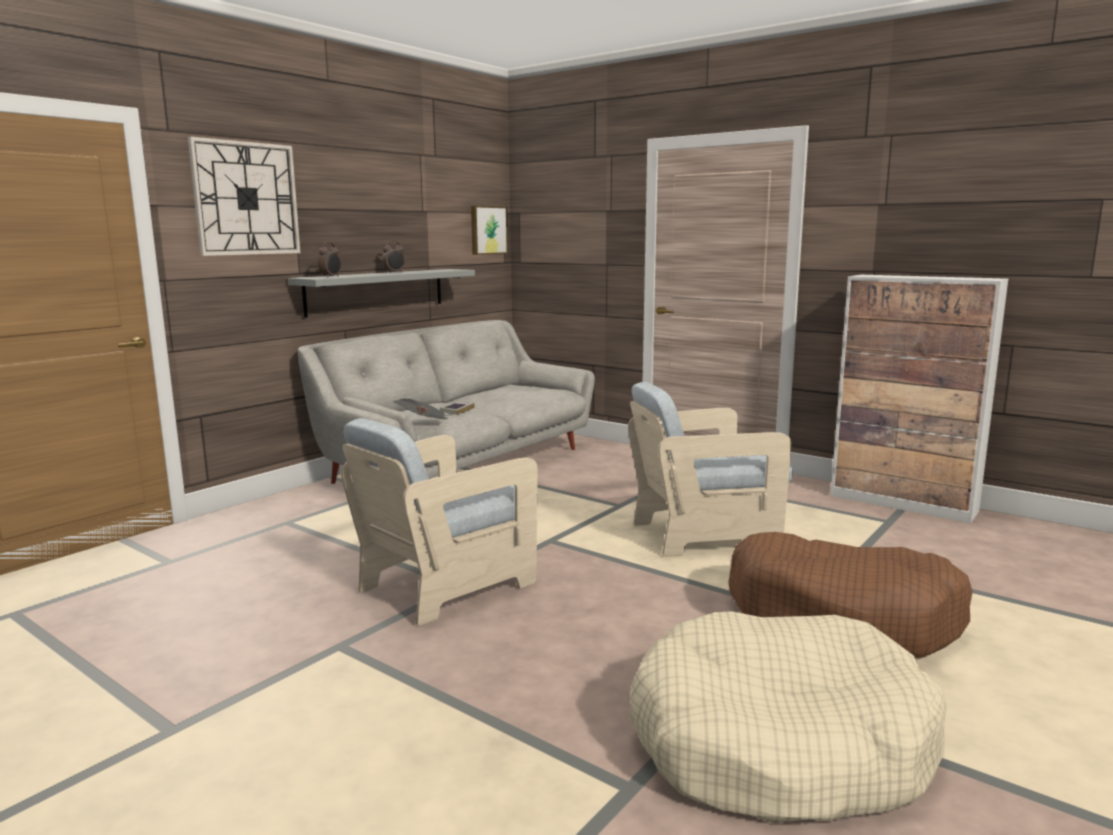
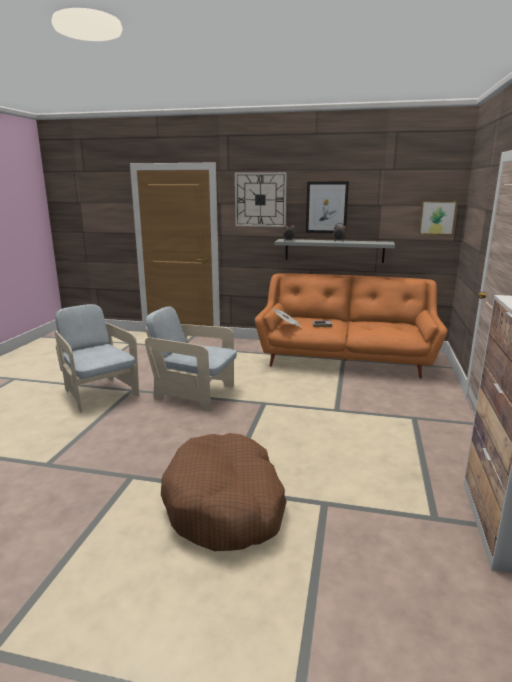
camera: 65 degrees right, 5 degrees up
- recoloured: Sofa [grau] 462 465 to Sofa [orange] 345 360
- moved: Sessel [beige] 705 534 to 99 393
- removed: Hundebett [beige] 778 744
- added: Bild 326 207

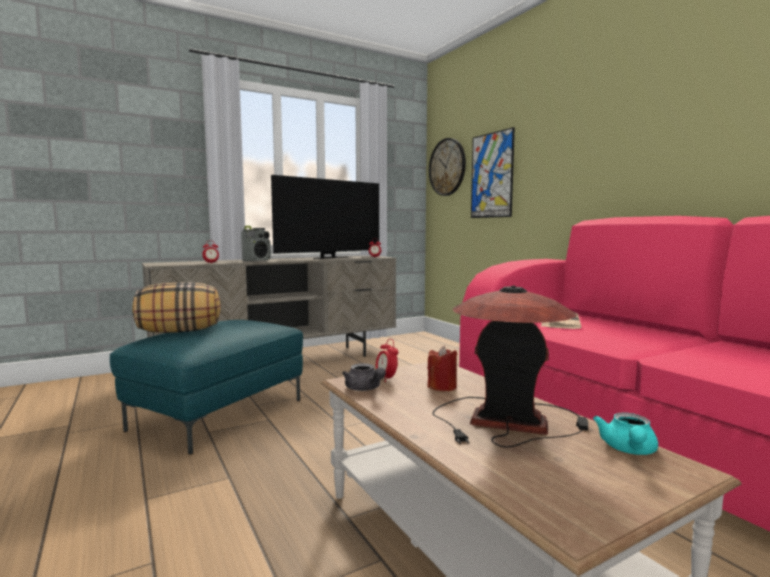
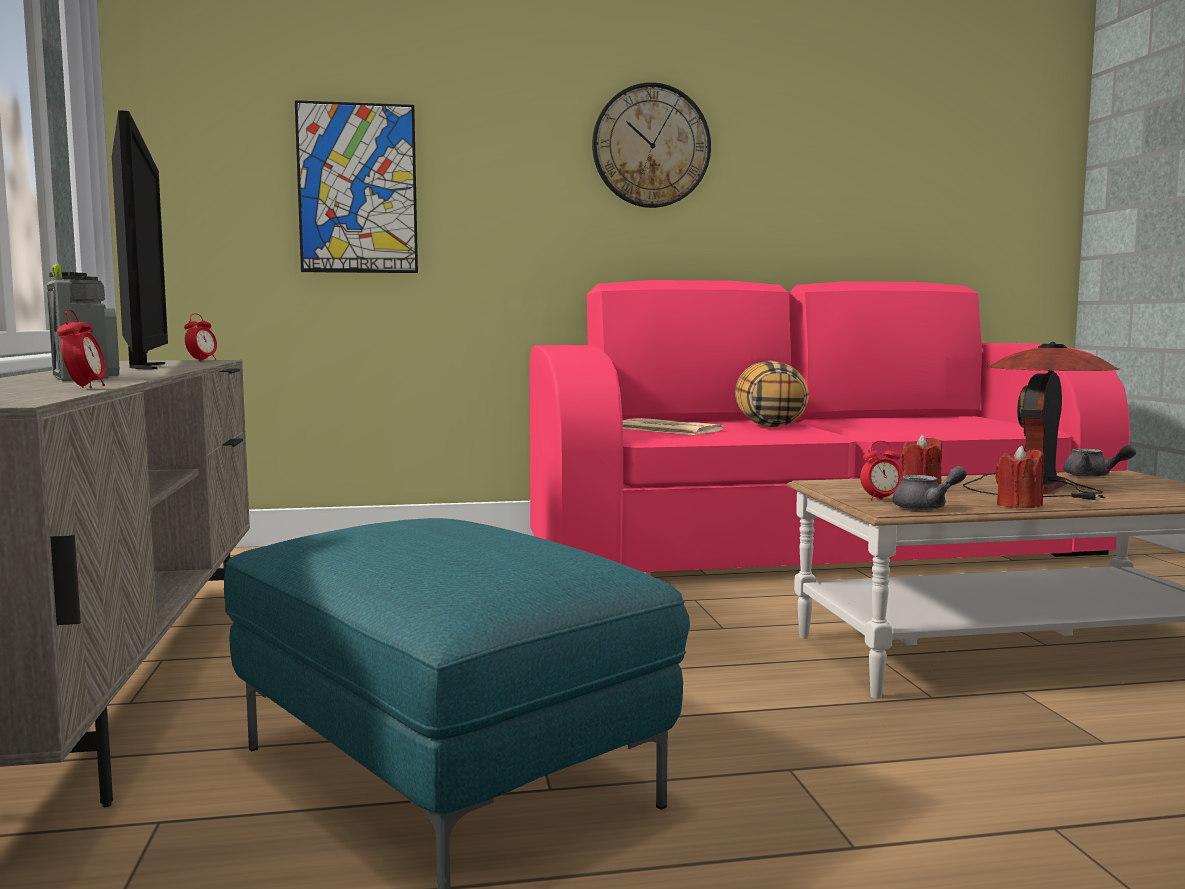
camera: 70 degrees left, 0 degrees up
- moved: Wanduhr 447 167 to 651 146
- moved: Kissen 179 331 to 769 425
- recoloured: Teekanne [türkis] 628 450 to Teekanne [grau] 1093 476
- added: Kerze [rot] 1018 505

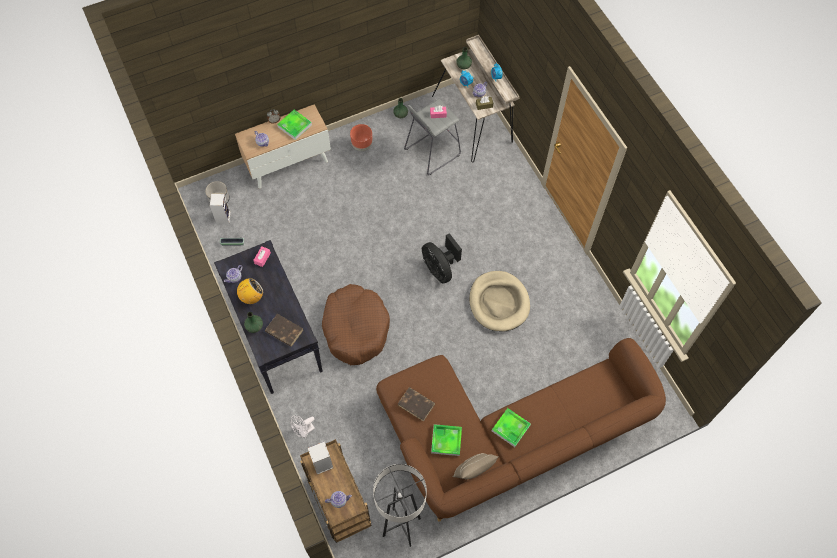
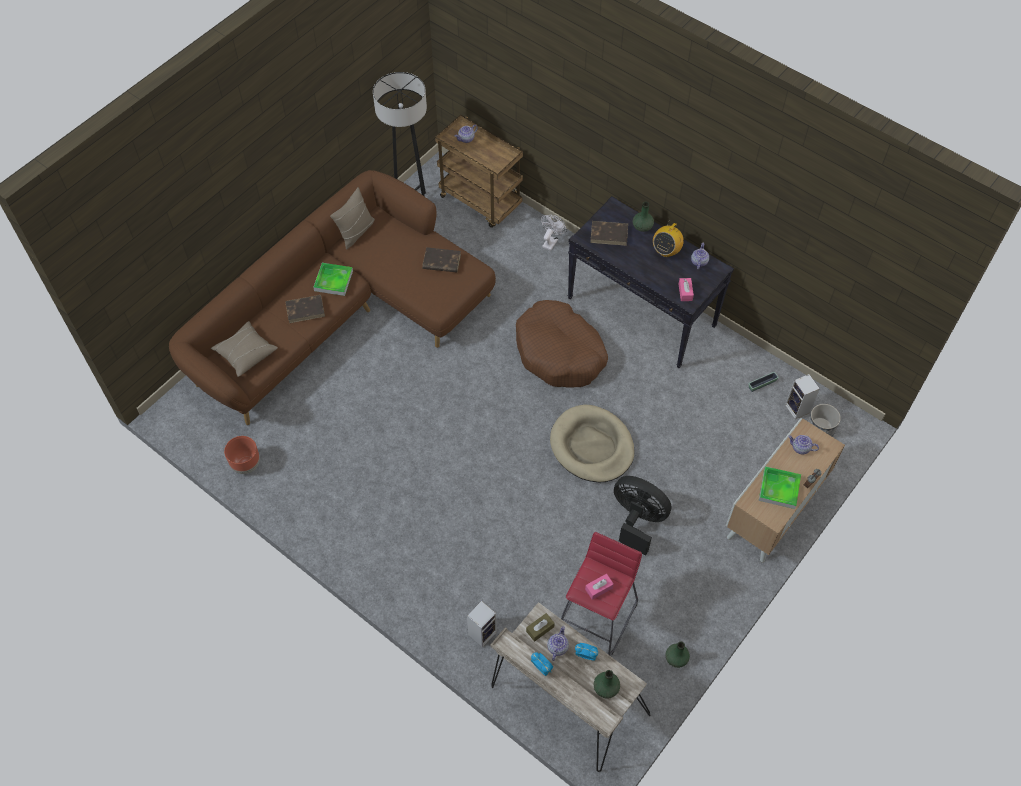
camera: 155 degrees right, 5 degrees down
- recoloured: Hocker [grau] 431 152 to Hocker [rot] 597 615
- moved: Pflanzkübel [braun] 362 146 to 246 464
- moved: Ventilator [schwarz] 440 269 to 637 520
- moved: Hundebett [beige] 499 302 to 592 446
- removed: Tablett 446 440
- moved: Lautsprecher 321 464 to 482 632
- added: Buch [braun] 305 309
- added: Kissen [beige] 245 353

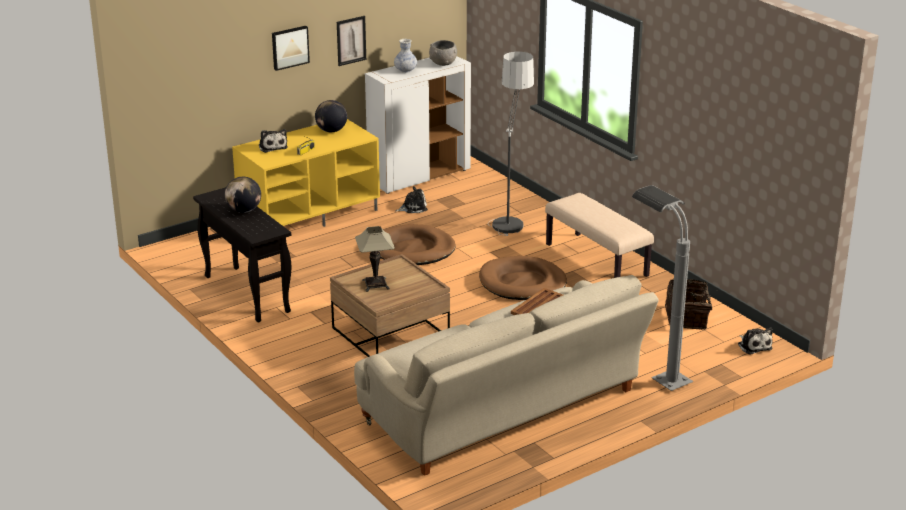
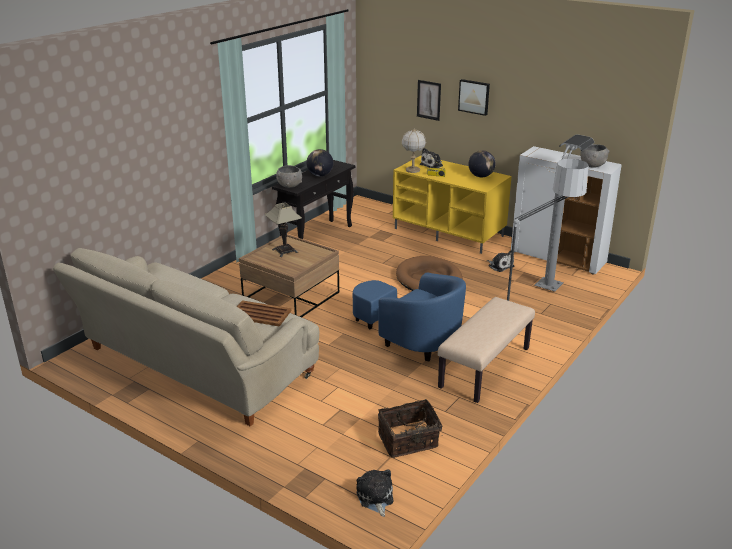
camera: 70 degrees right, 0 degrees up
- moved: Bild 351 40 to 429 100
- removed: Vase 405 70
- moved: Stehlampe [grau] 657 373 to 554 280
- replaced: Hundebett [braun] 522 283 to Sessel [blau] 411 337
- turned: Plüschtier 753 346 = 375 498 120 degrees clockwise
- added: Tischlampe 413 170
- added: Schüssel [grau] 289 186

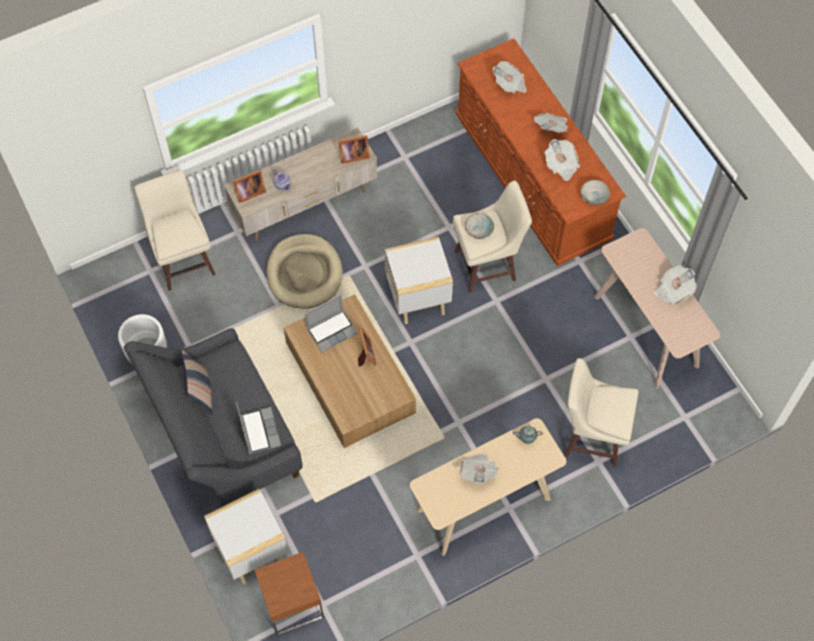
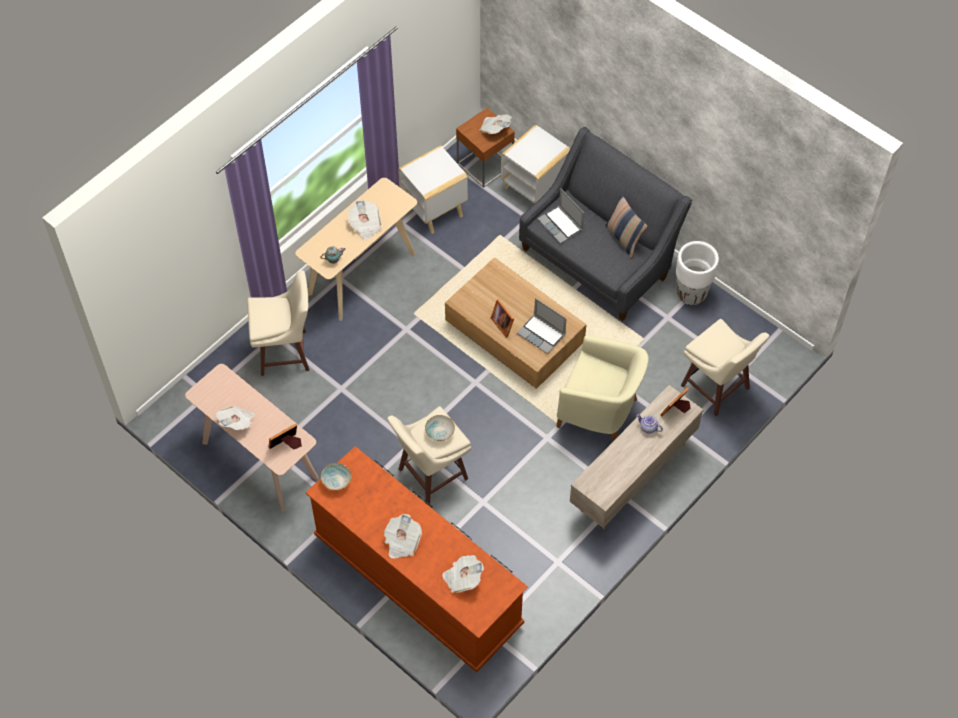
camera: 160 degrees right, 5 degrees down
- moved: Bilderrahmen 352 155 to 286 444
- moved: Zeitung 561 165 to 495 129
- replaced: Hundebett [beige] 304 273 to Sessel [beige] 599 412
- moved: Beistelltisch [weiß] 417 296 to 434 210
- turned: Laptop 332 330 = 542 334 90 degrees counterclockwise

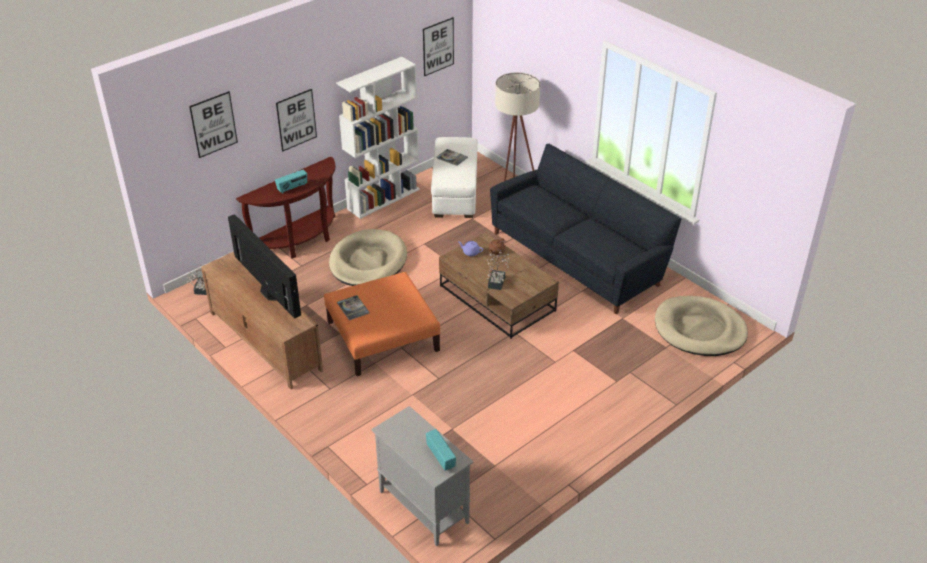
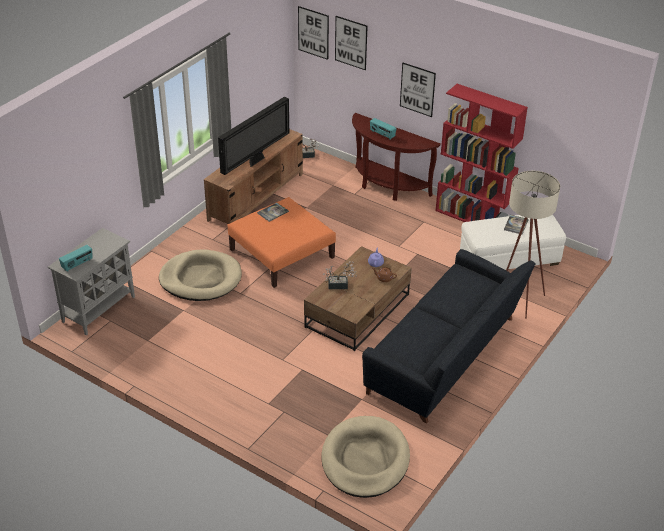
camera: 75 degrees right, 0 degrees up
- moved: Bild 438 46 to 313 32
- recoloured: Bücherregal [weiß] 384 199 to Bücherregal [rot] 473 218
- moved: Hundebett [beige] 368 262 to 200 279

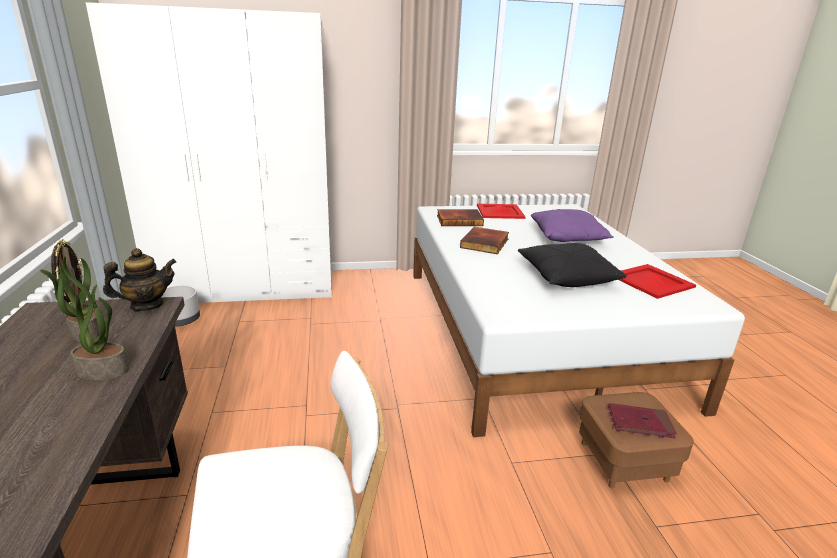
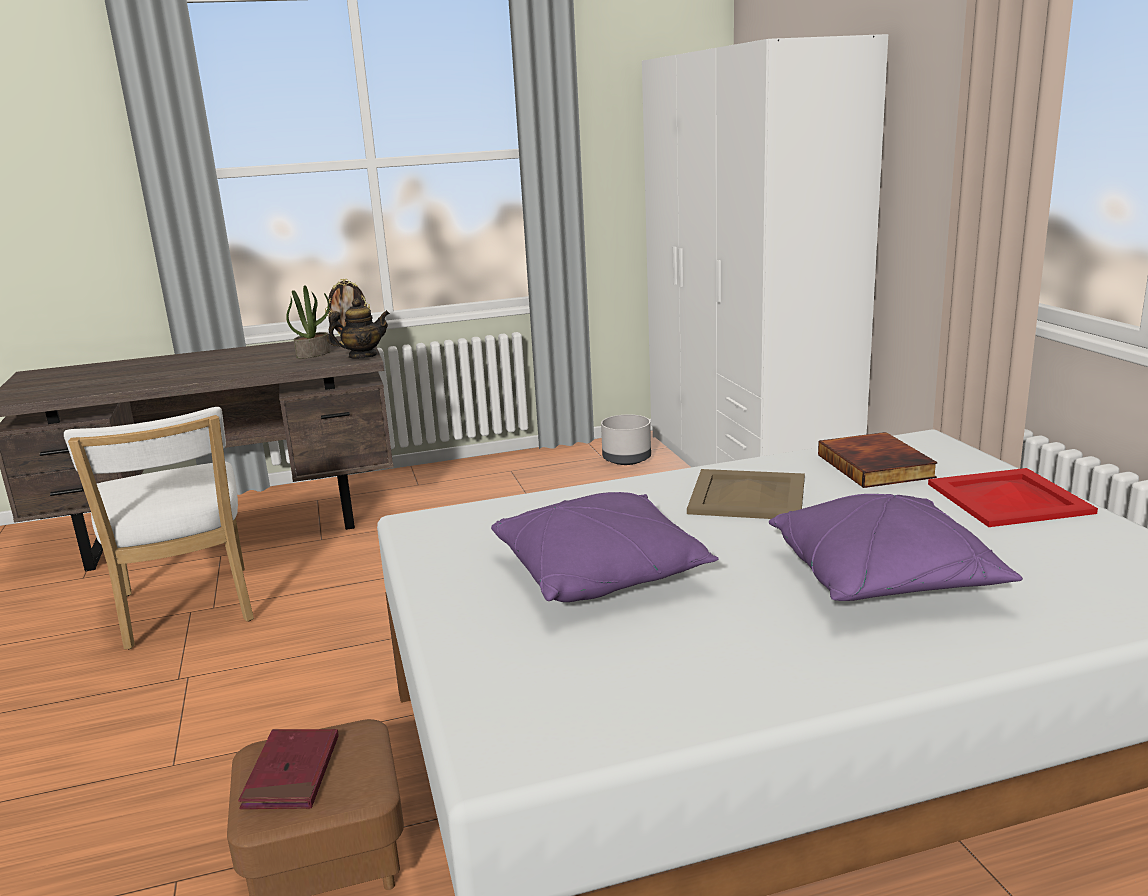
camera: 85 degrees right, 5 degrees down
- replaced: Buch 485 243 to Tablett [beige] 746 496
- recoloured: Kissen [schwarz] 566 277 to Kissen [lila] 601 573
- turned: Teekanne 147 305 = 362 356 75 degrees counterclockwise
- removed: Tablett [rot] 652 281
- removed: Topfpflanze 104 370

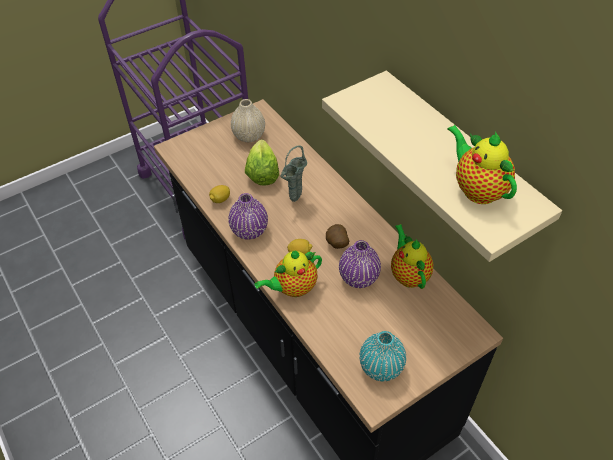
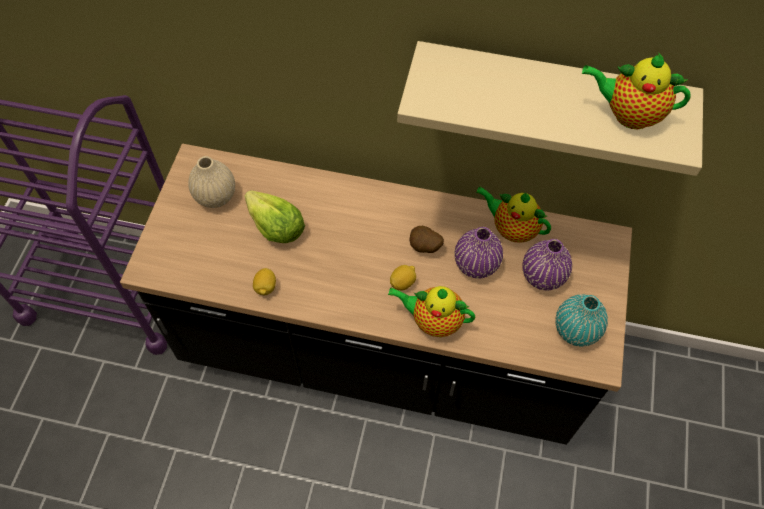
camera: 45 degrees left, 10 degrees up
- removed: Vase [grün] 294 200
- moved: Vase [lila] 249 230 to 542 276
- turned: Teekanne 293 288 = 433 321 90 degrees clockwise

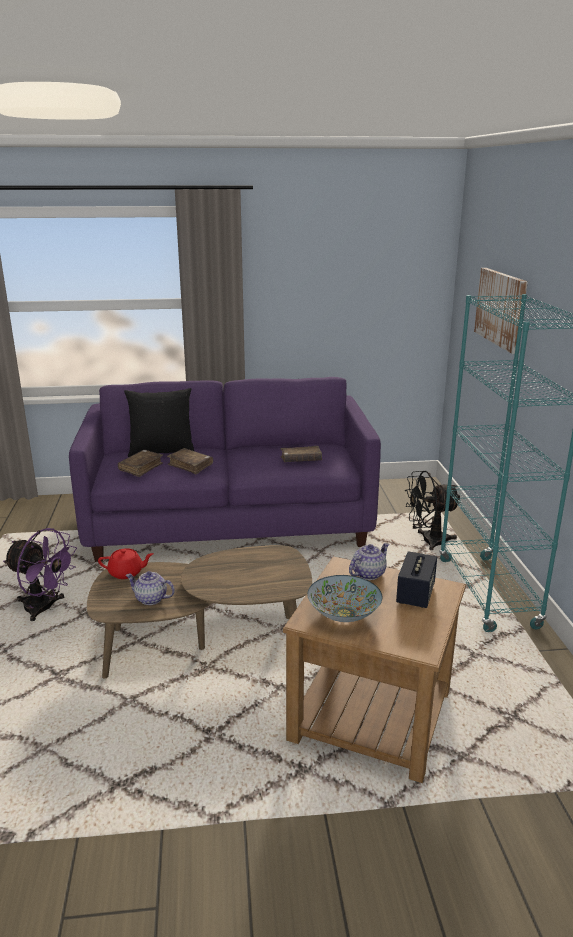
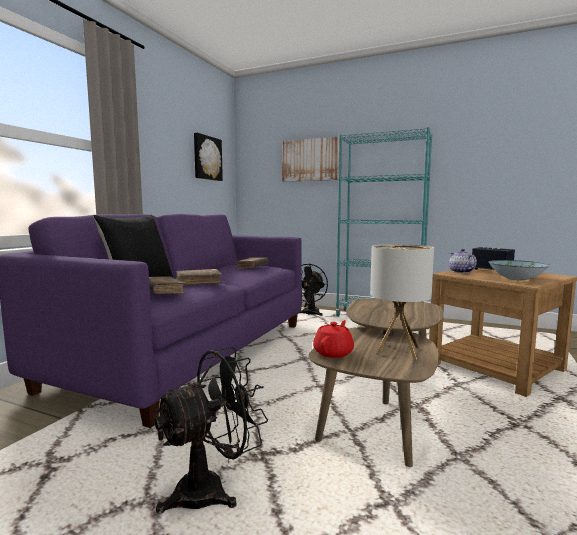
camera: 60 degrees left, 15 degrees down
- recoloured: Ventilator [lila] 45 608 to Ventilator [schwarz] 212 489
- replaced: Teekanne 150 599 to Tischlampe 398 350
- added: Bild 207 158

